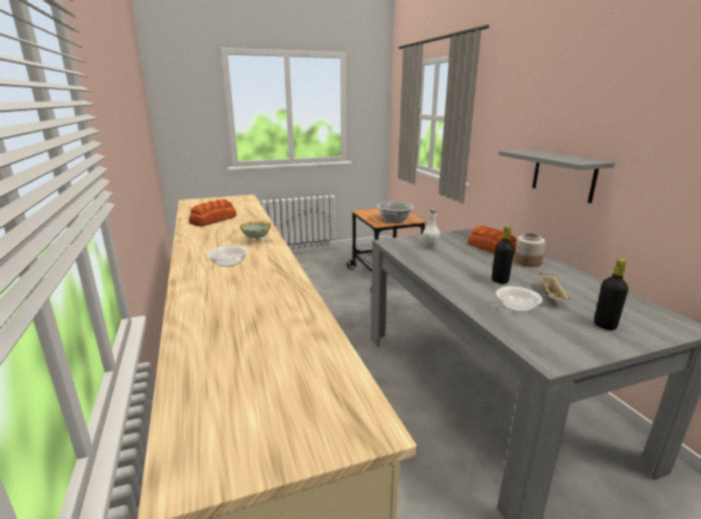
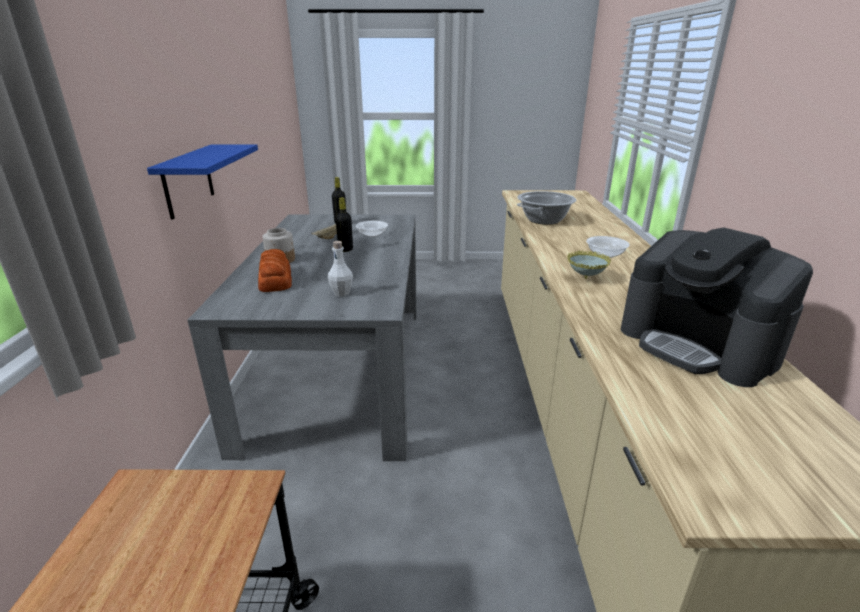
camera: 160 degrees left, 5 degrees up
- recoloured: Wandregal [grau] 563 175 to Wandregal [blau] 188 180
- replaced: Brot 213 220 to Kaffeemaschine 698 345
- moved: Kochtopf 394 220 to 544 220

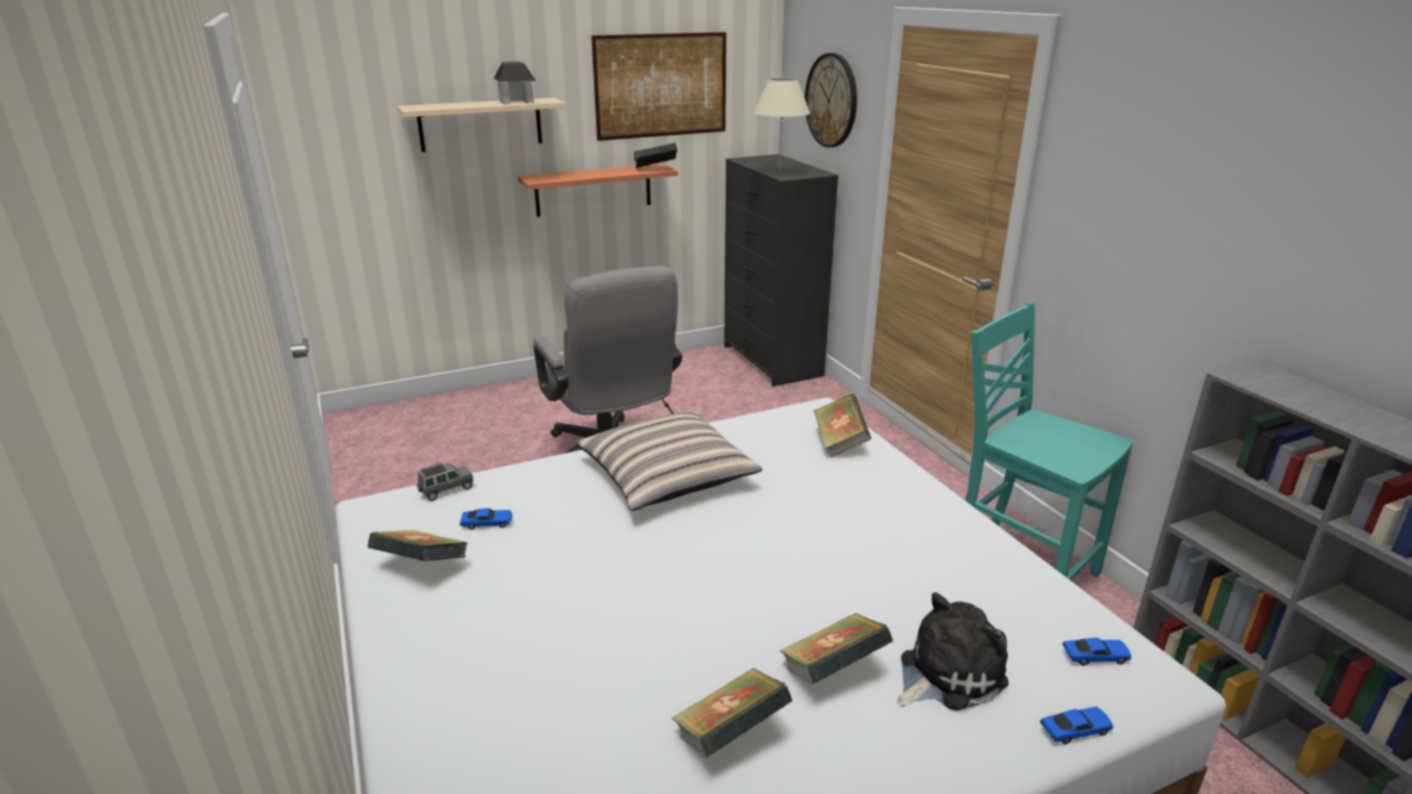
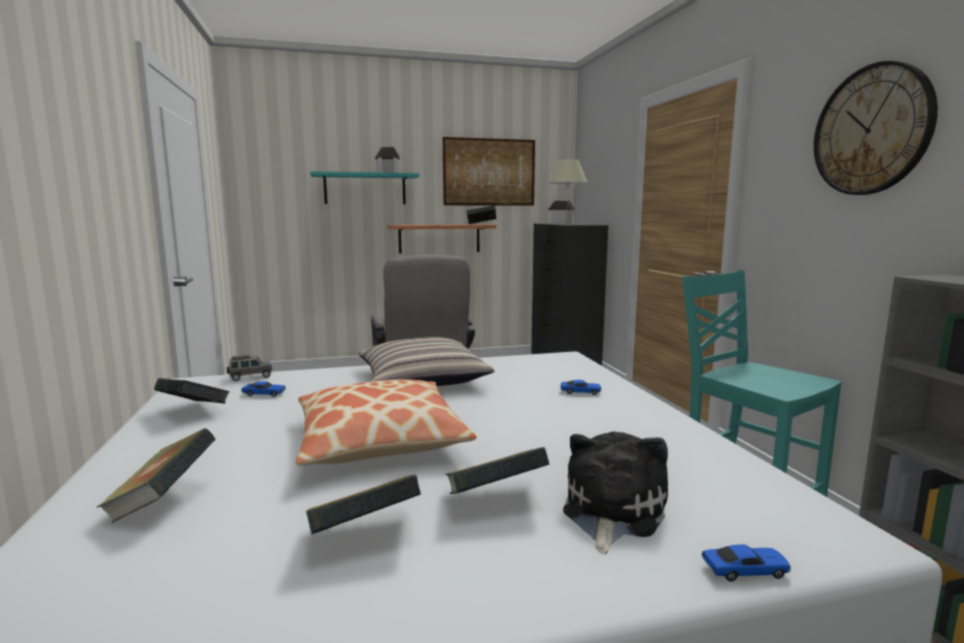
camera: 10 degrees right, 15 degrees down
- moved: Wanduhr 831 100 to 871 130
- recoloured: Wandregal [beige] 480 124 to Wandregal [türkis] 365 189
- moved: Buch 839 443 to 163 501
- turned: Plüschtier 946 674 = 610 512 45 degrees counterclockwise
- moved: Spielzeugauto 1095 657 to 580 392
- added: Spielzeughaus 561 223
- added: Kissen 379 440

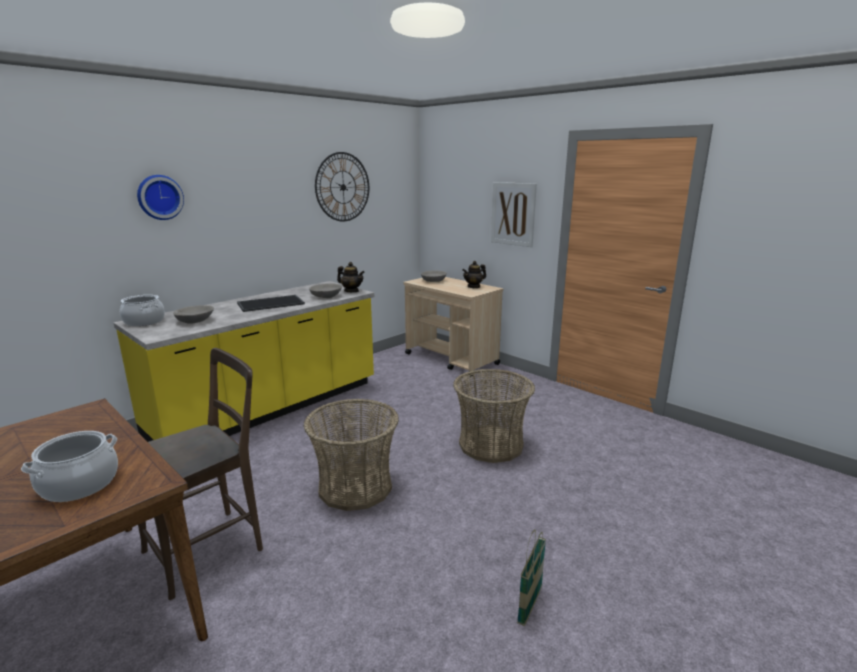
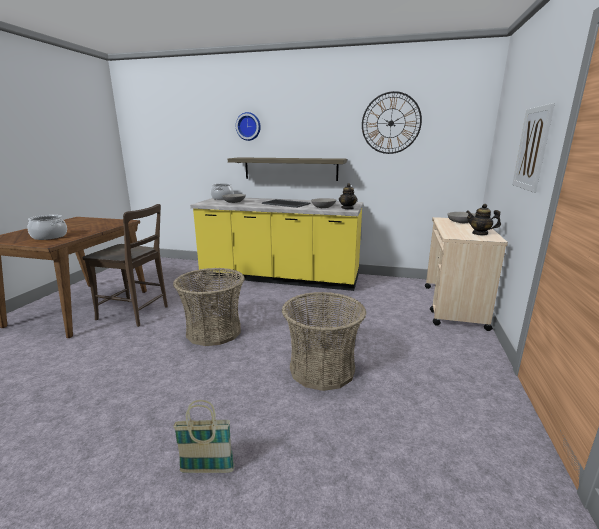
camera: 60 degrees right, 0 degrees up
- moved: Korb 529 606 to 207 470
- added: Wandregal 290 168

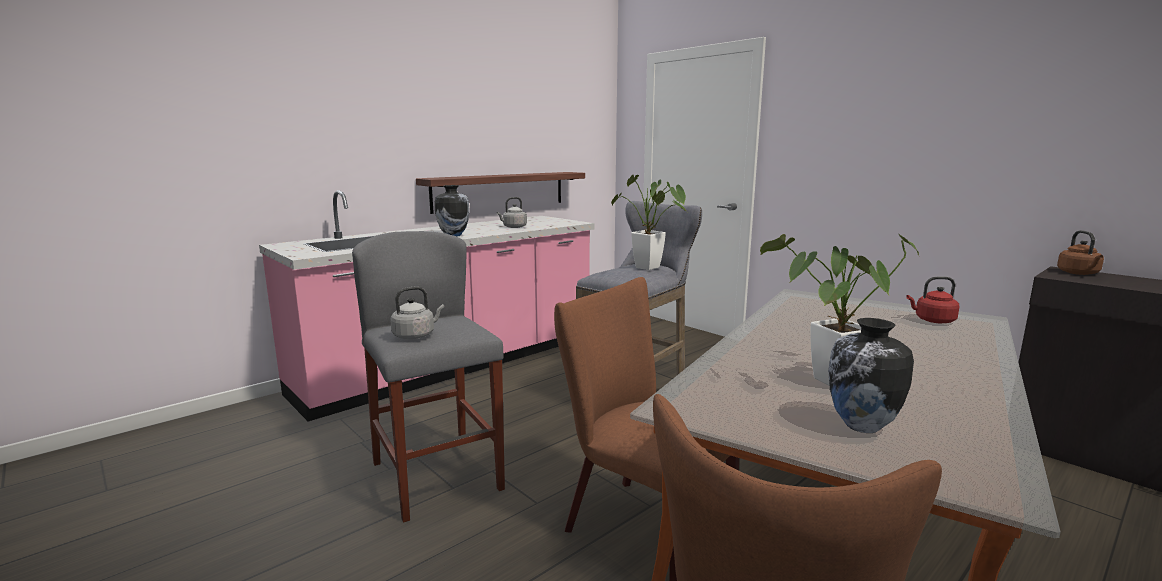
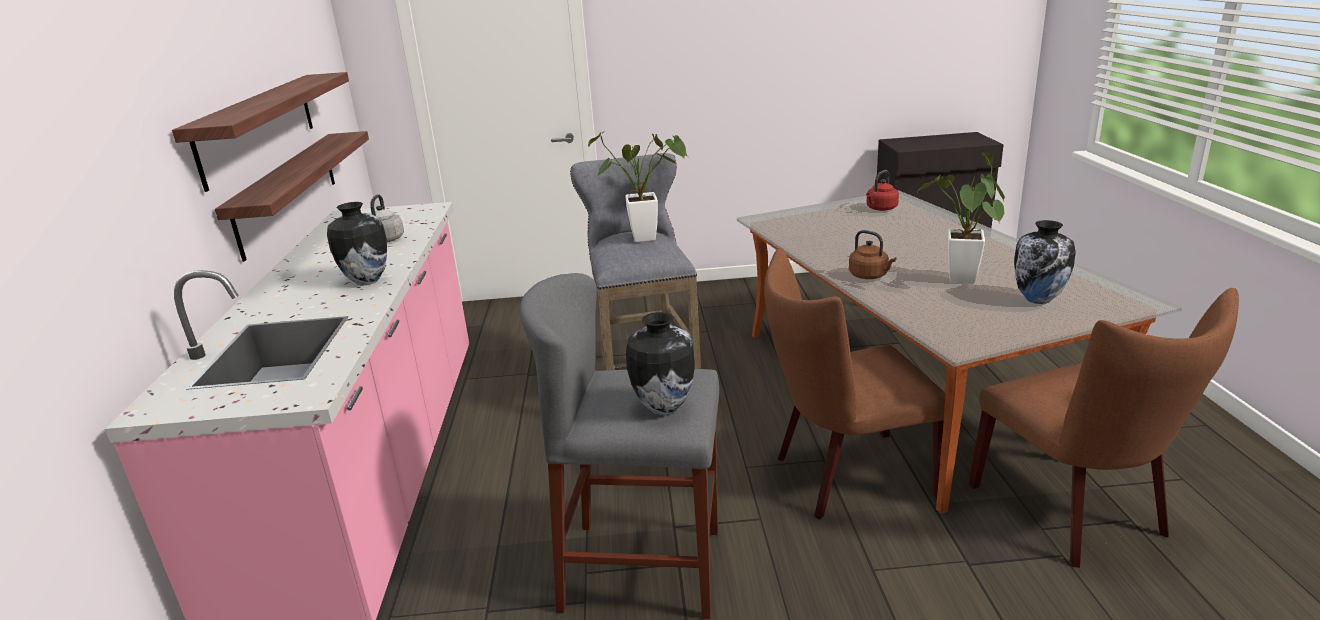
camera: 50 degrees left, 10 degrees up
- moved: Wasserkessel [braun] 1079 273 to 870 276
- replaced: Wasserkessel [grau] 416 335 to Vase 663 407
- added: Wandregal 258 126

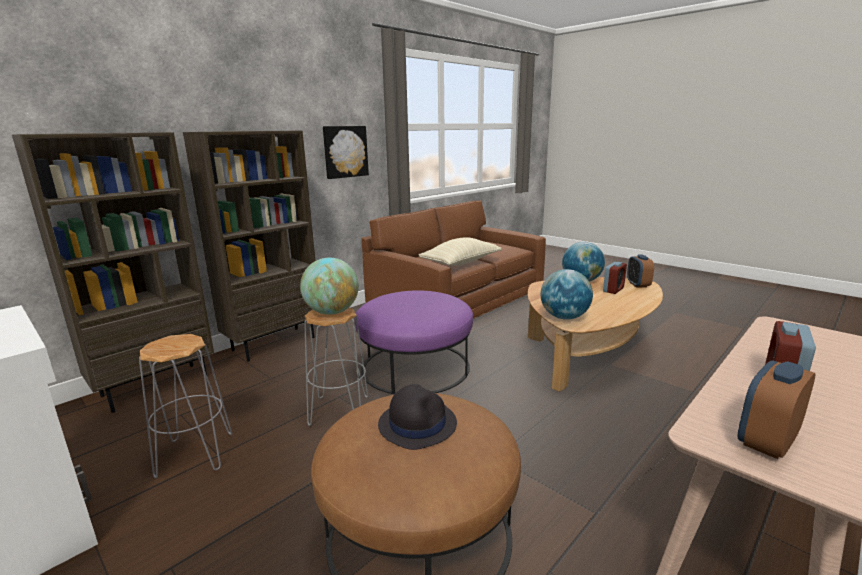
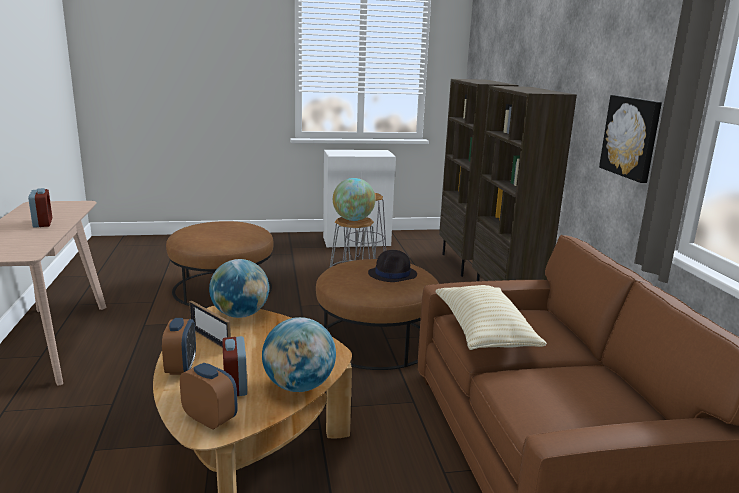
camera: 125 degrees right, 0 degrees up
- recoloured: Polsterhocker [lila] 415 366 to Polsterhocker [braun] 376 340
- moved: Wecker 767 442 to 181 367
- moved: Hut [schwarz] 417 423 to 393 274
- added: Bilderrahmen 210 339

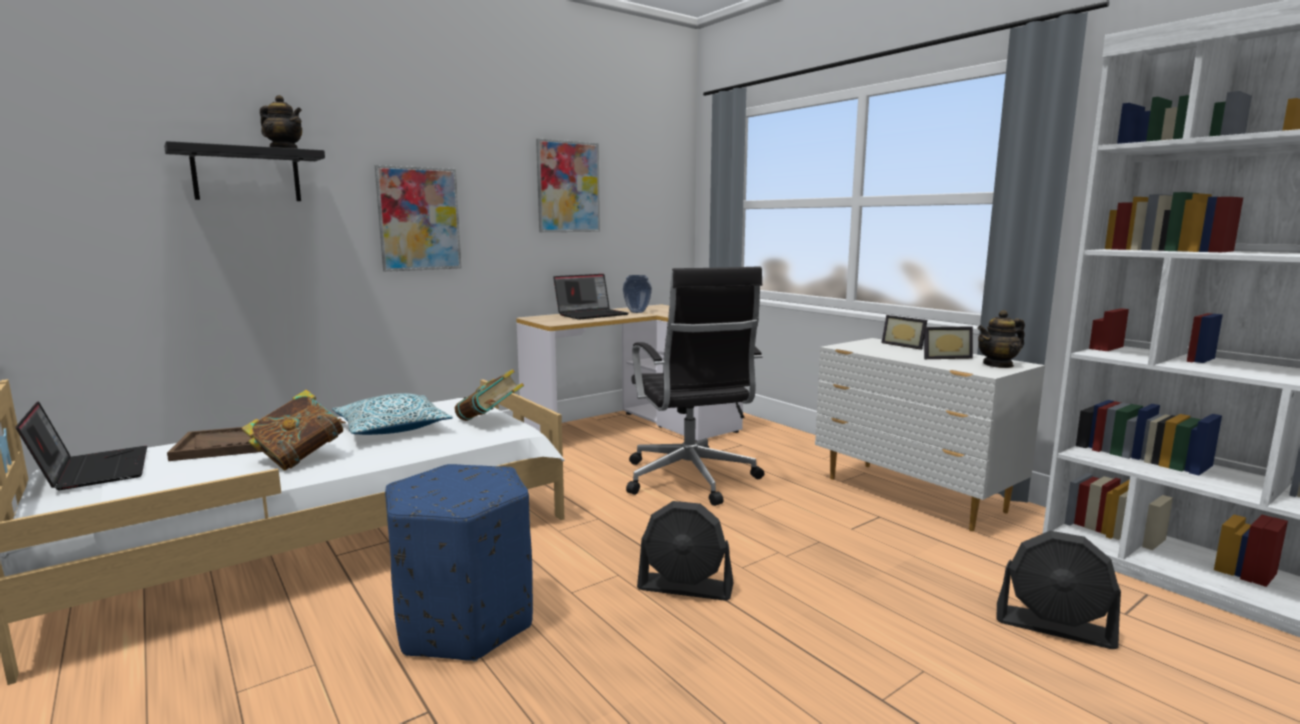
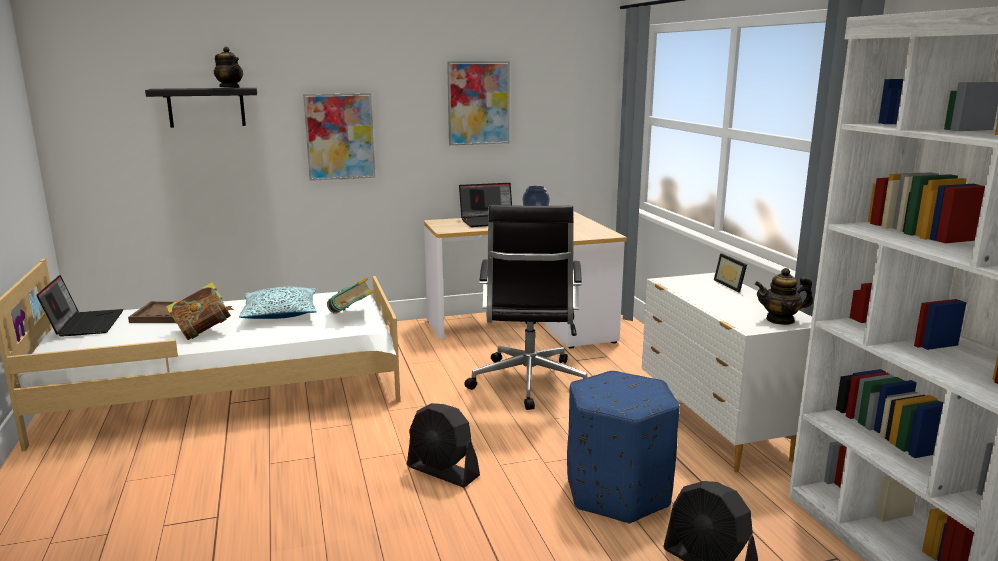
camera: 20 degrees right, 5 degrees up
- removed: Bilderrahmen 944 357
- moved: Polsterhocker [blau] 465 622 to 618 493

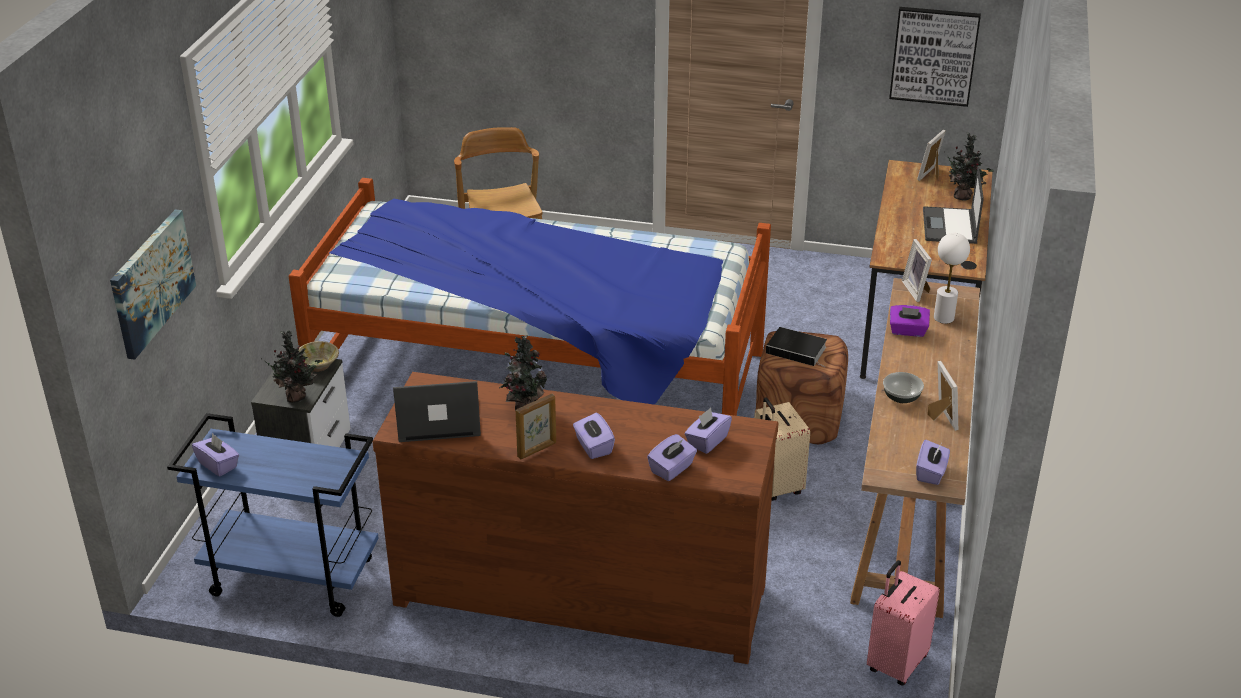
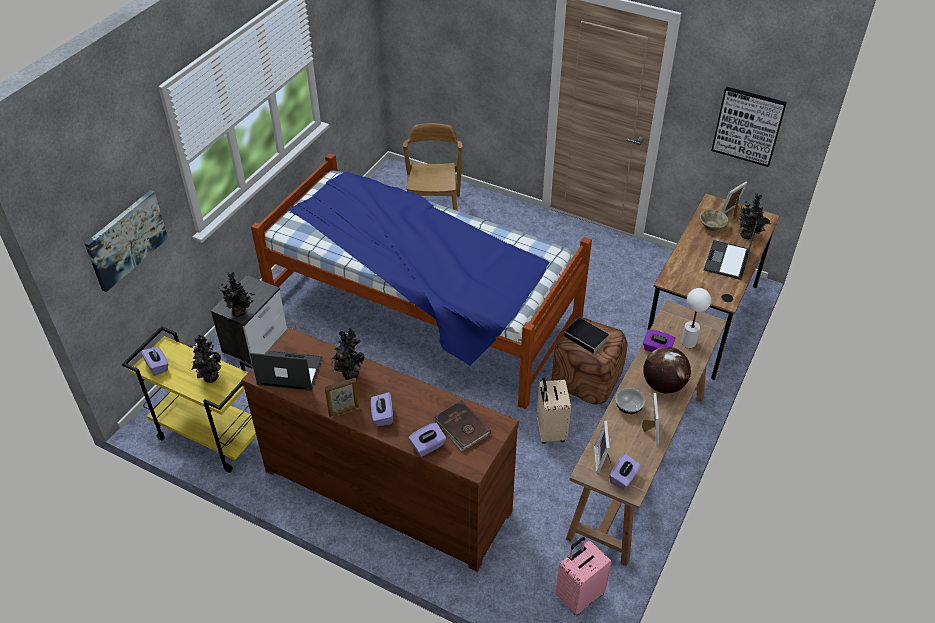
camera: 15 degrees right, 10 degrees up
- moved: Bilderrahmen 917 290 to 603 459
- moved: Schüssel [beige] 318 365 to 712 226
- replaced: Taschentuchbox [lila] 707 441 to Buch [braun] 461 427
- recoloured: Rollwagen [blau] 290 578 to Rollwagen [gelb] 210 436
- added: Topfpflanze 209 377
- added: Globus 663 385

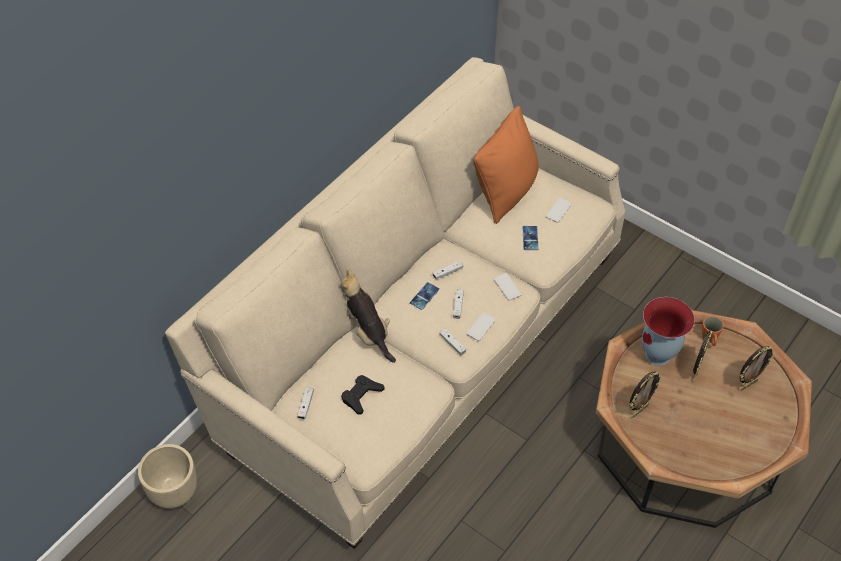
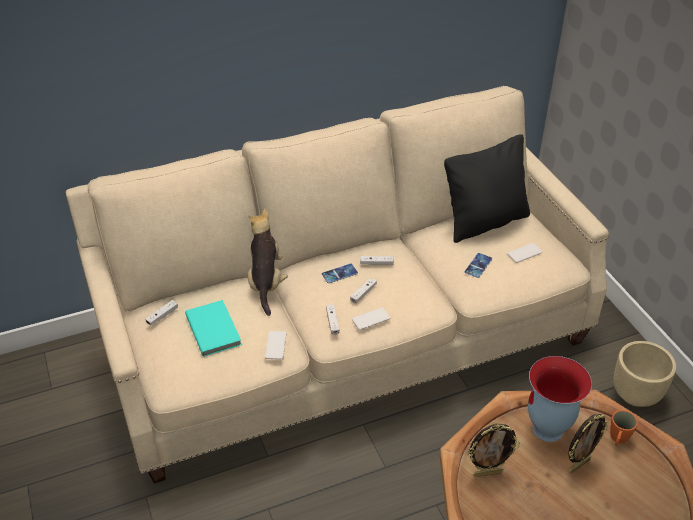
camera: 30 degrees right, 10 degrees down
- recoloured: Kissen [orange] 506 192 to Kissen [schwarz] 485 222
- moved: Handy 507 287 to 275 345
- removed: Bilderrahmen 747 384
- replaced: Gamepad [schwarz] 361 396 to Buch [türkis] 214 329
- moved: Pflanzkübel [beige] 174 492 to 635 394

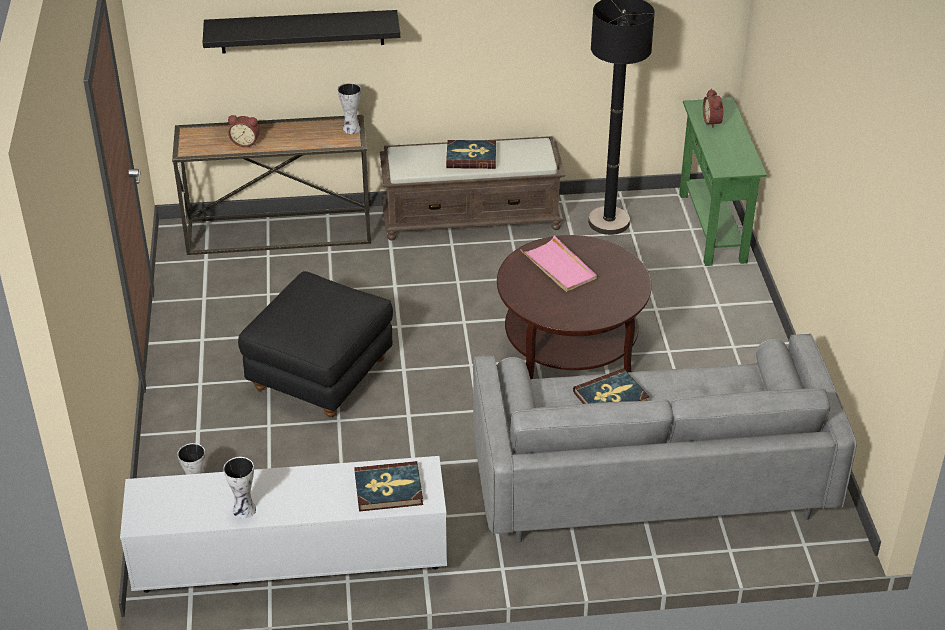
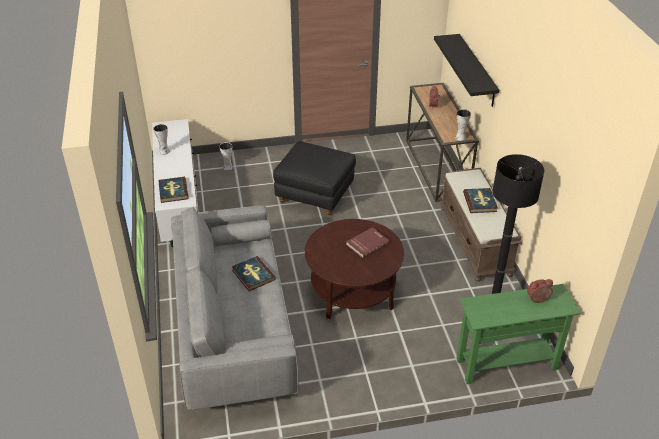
camera: 85 degrees right, 0 degrees up
- replaced: Tablett [rosa] 559 267 to Buch [rot] 367 243

